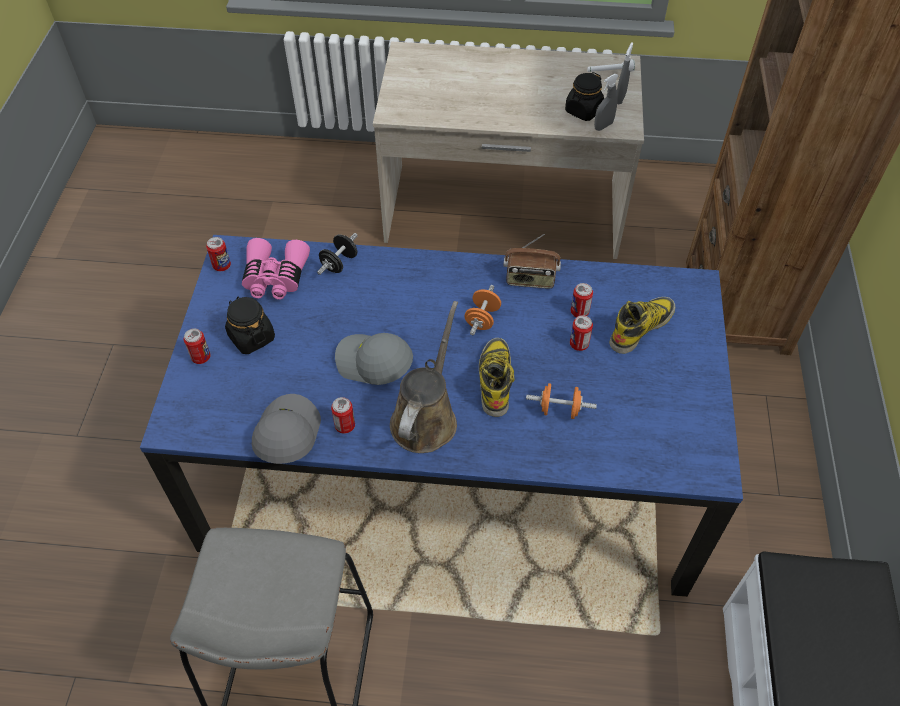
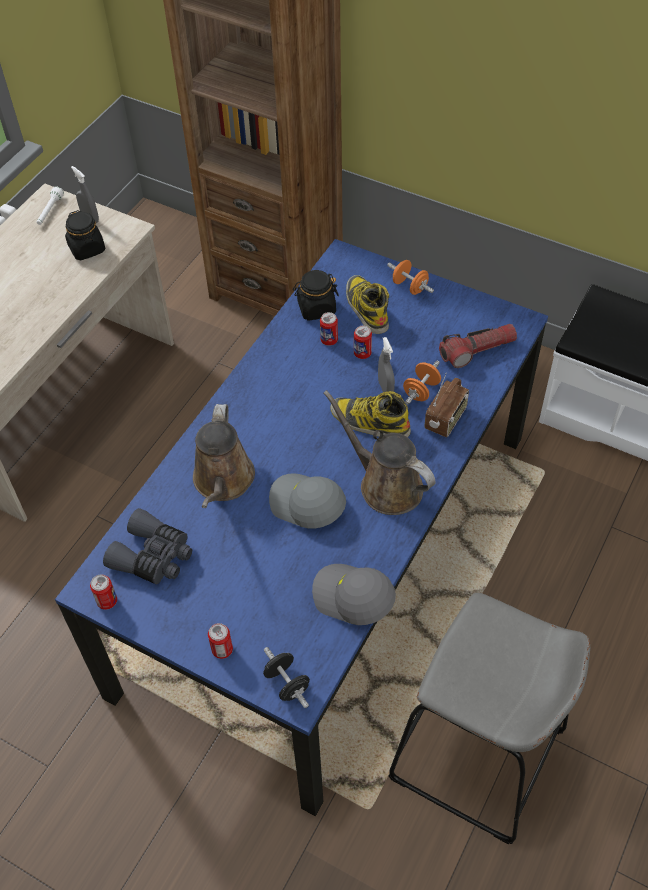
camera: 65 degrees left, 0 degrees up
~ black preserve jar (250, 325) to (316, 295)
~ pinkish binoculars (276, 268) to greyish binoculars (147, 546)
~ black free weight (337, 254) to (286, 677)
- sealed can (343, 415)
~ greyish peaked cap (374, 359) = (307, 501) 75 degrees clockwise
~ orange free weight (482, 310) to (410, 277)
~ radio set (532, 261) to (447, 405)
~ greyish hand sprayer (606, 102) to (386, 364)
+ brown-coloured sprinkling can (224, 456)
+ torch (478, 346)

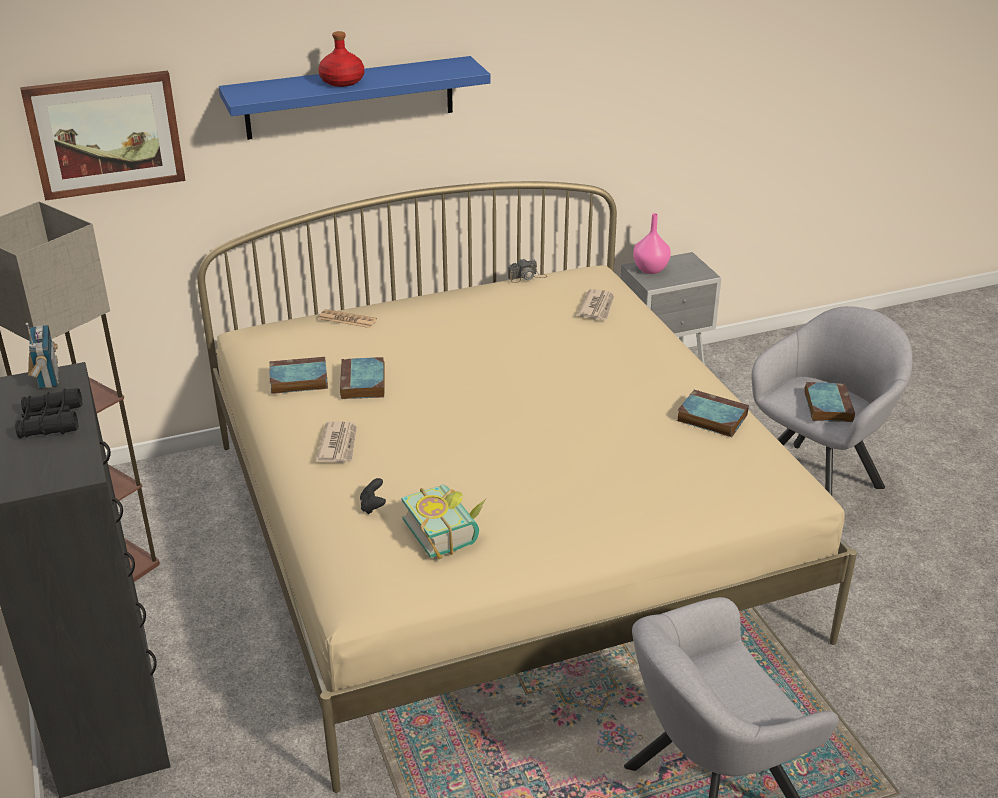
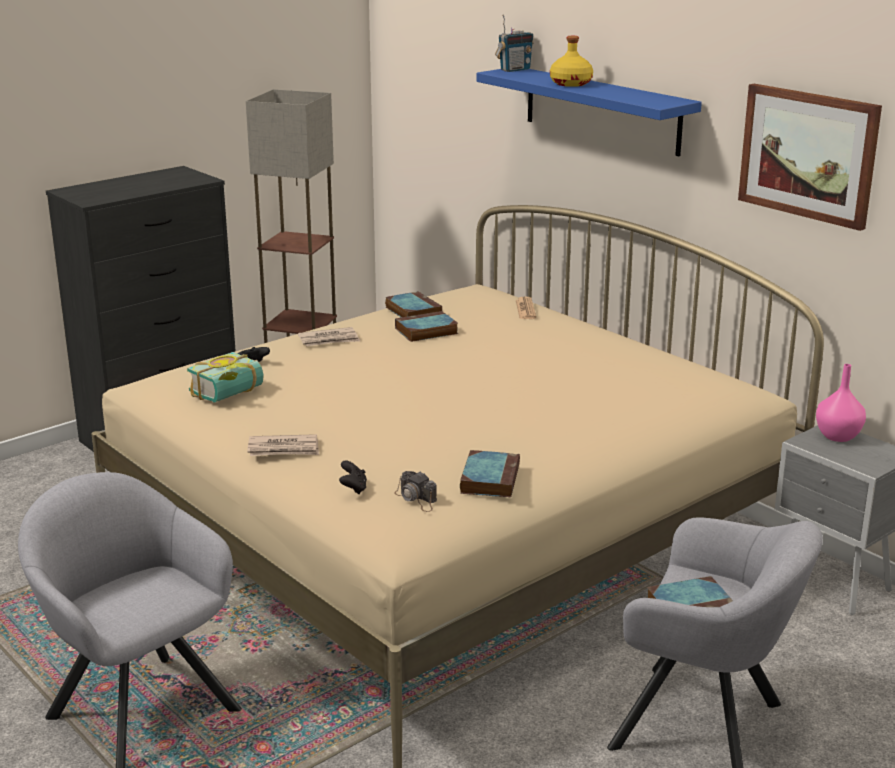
camera: 70 degrees right, 10 degrees down
- black binoculars (48, 413)
~ wall art (103, 136) to (810, 157)
~ radio set (42, 356) to (514, 43)
~ reddish bottle (341, 59) to yellowish bottle (571, 61)
~ still camera (527, 271) to (415, 491)
~ printed paper (596, 304) to (283, 445)
+ black gamepad (353, 477)

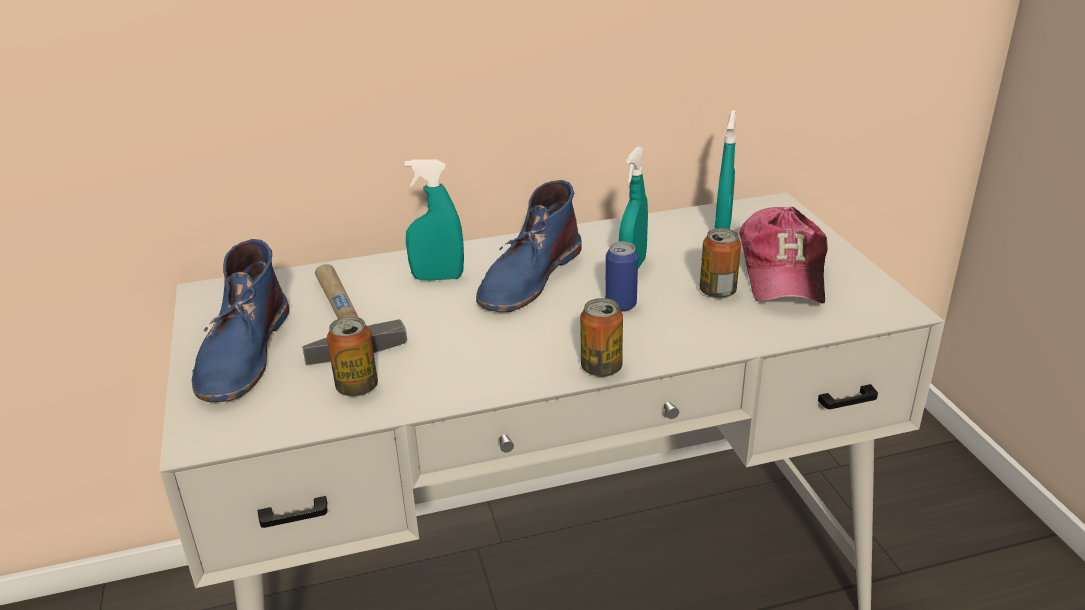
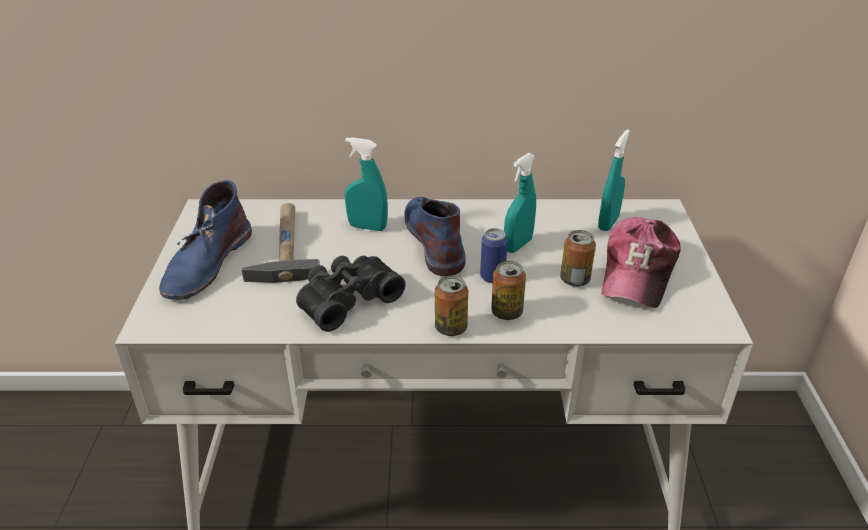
camera: 15 degrees right, 5 degrees up
~ sealed can (352, 356) to (508, 290)
~ bluish tall boot (529, 246) = (435, 236) 120 degrees clockwise
+ black binoculars (351, 294)

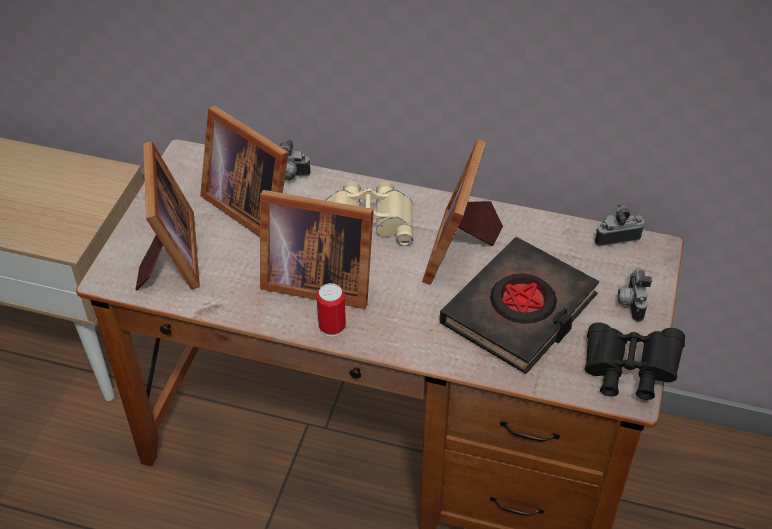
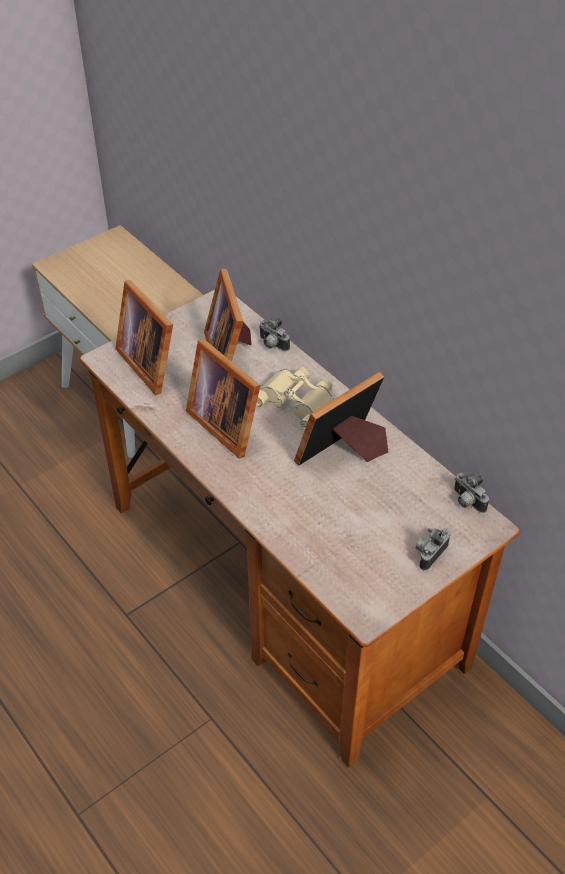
camera: 35 degrees right, 0 degrees up
~ picture frame (167, 215) = (144, 337) 120 degrees clockwise
- sealed can (331, 310)
- black bound book (519, 305)
- black binoculars (635, 361)
~ still camera (619, 225) = (471, 493) 150 degrees counterclockwise

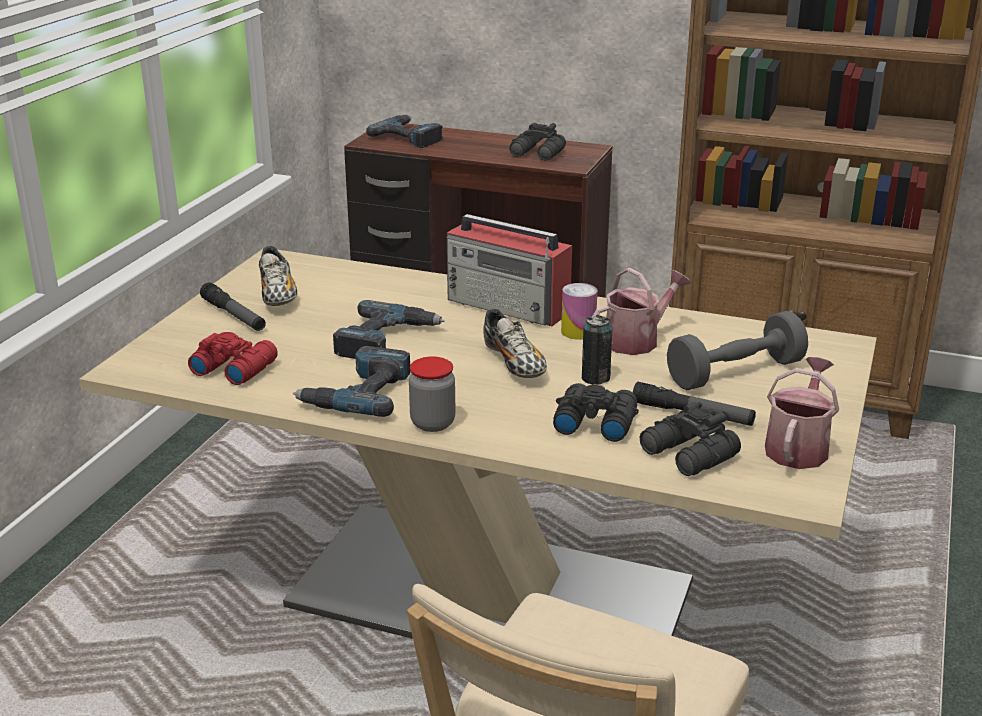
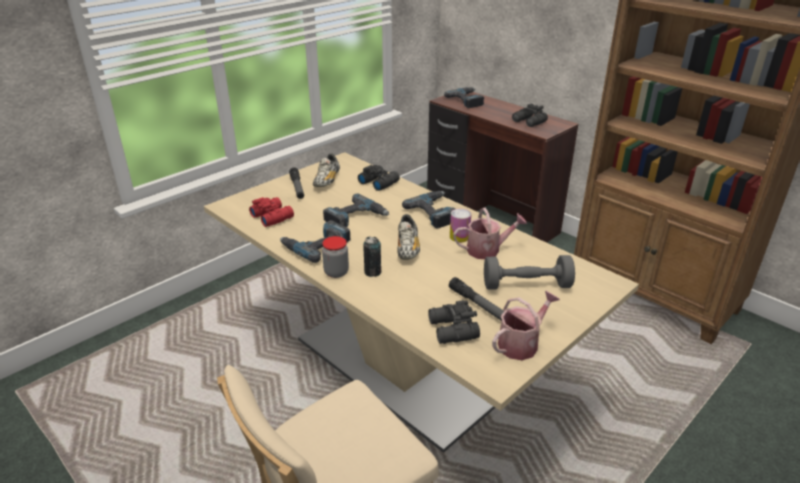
camera: 25 degrees right, 5 degrees up
~ radio set (509, 270) to electric drill (428, 209)
~ black binoculars (596, 412) to (379, 178)
~ sealed can (597, 350) to (372, 257)

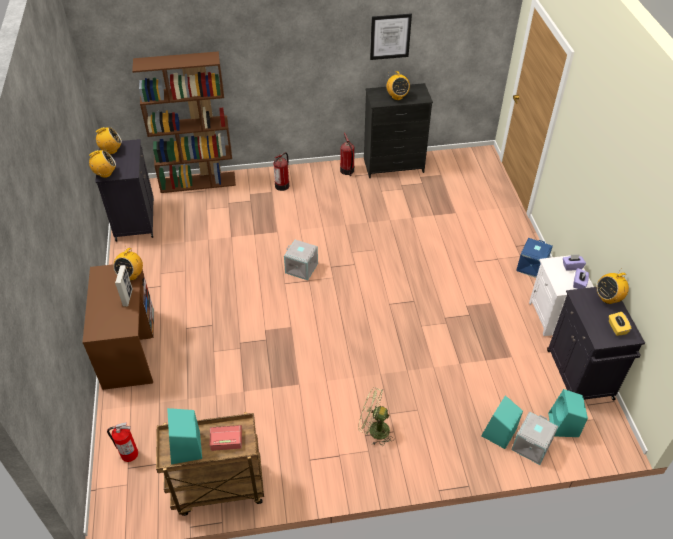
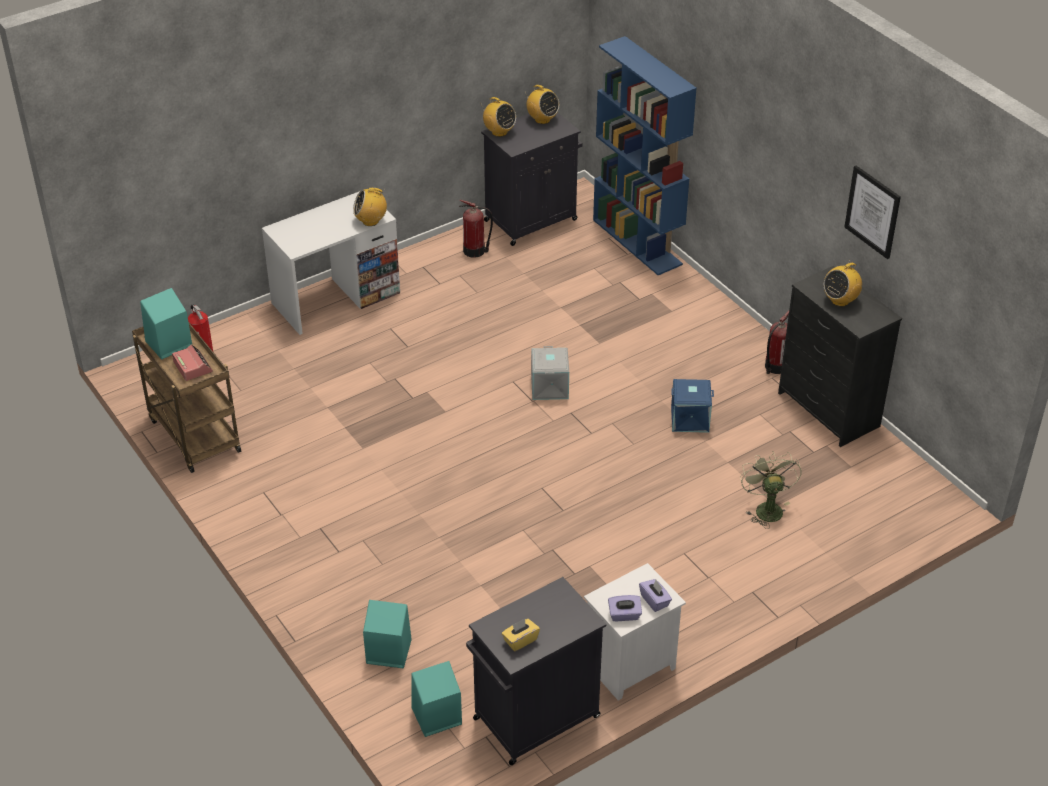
camera: 65 degrees right, 5 degrees down
~ brown-coloured desk table (118, 327) to white-coloured desk table (331, 263)
- picture frame (124, 286)
~ brown-coloured shelving unit (184, 122) to bluish shelving unit (645, 155)
~ extinguisher (281, 171) to (476, 229)
~ greenish fan (376, 416) to (771, 490)
- greyish storage bin (534, 438)
~ bluish storage bin (534, 258) to (692, 406)
- radio set (613, 288)

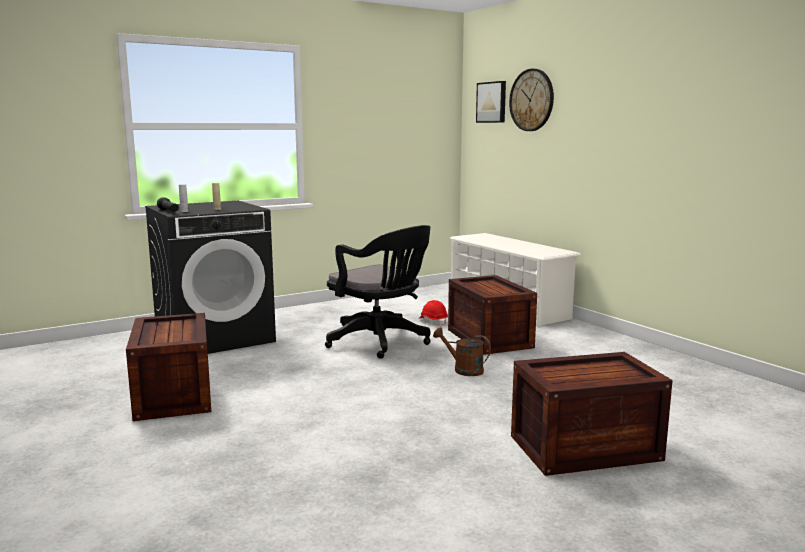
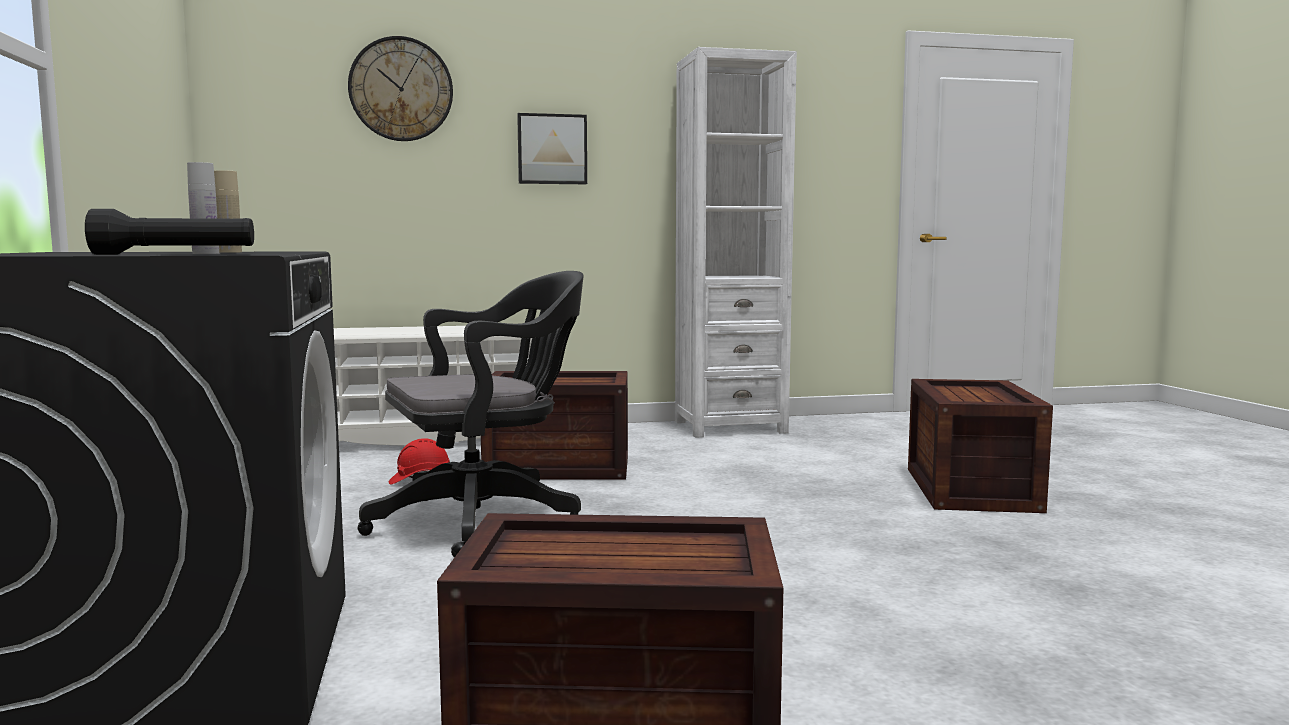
camera: 70 degrees left, 5 degrees down
- brown-coloured sprinkling can (462, 352)
~ wall art (491, 102) to (552, 148)
+ white-coloured shelving unit (736, 242)

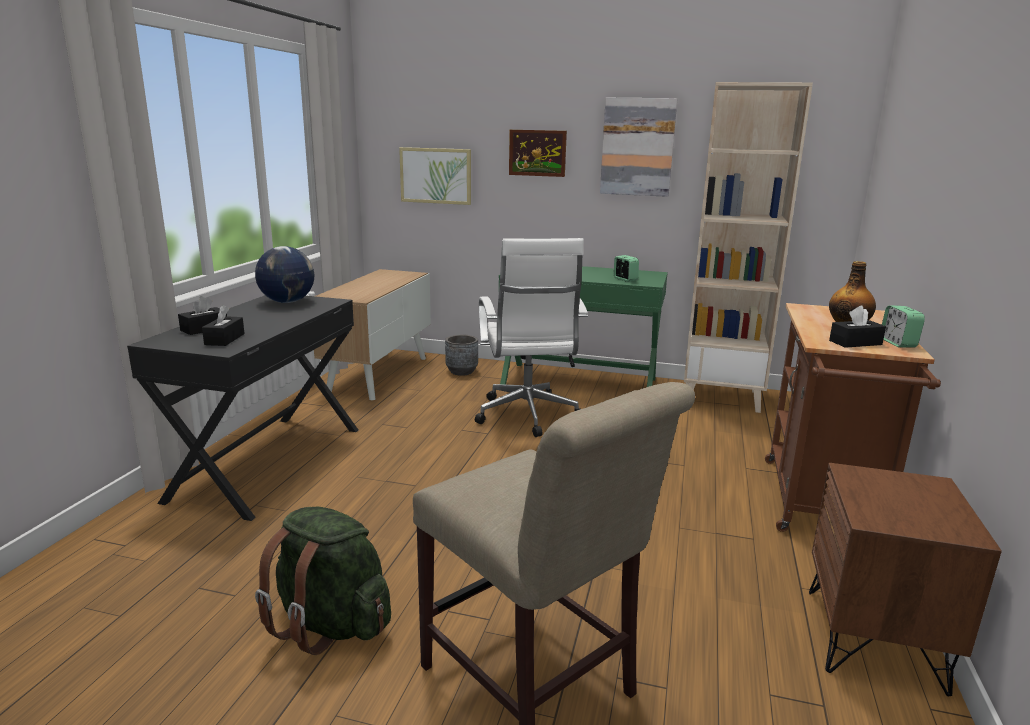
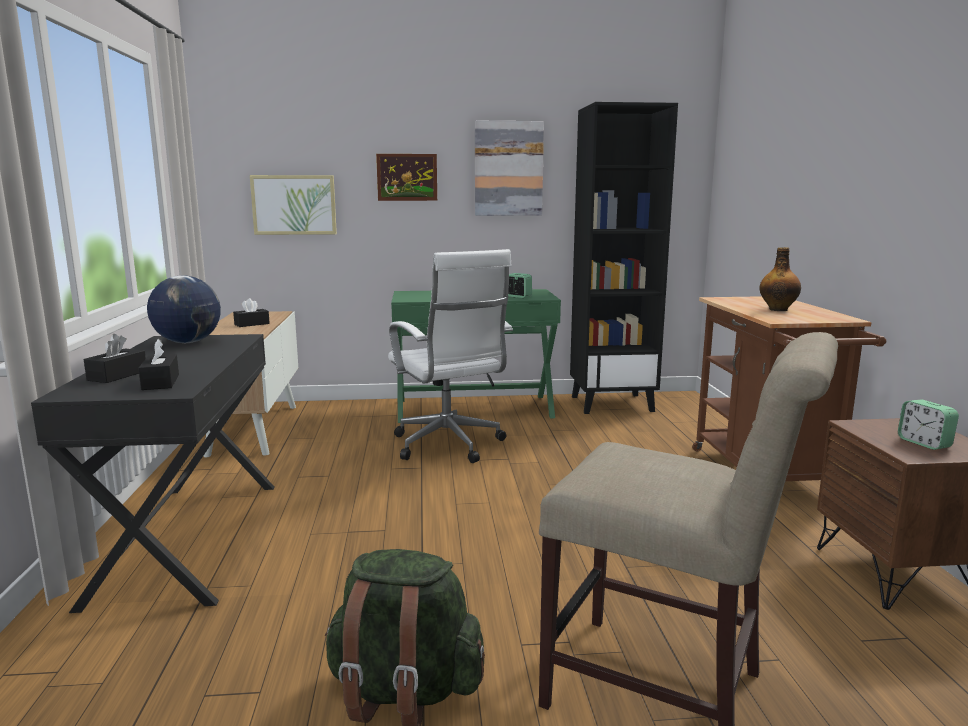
camera: 20 degrees left, 5 degrees down
- greyish plant pot (461, 355)
~ beige-coloured shelving unit (748, 247) to black shelving unit (624, 258)
~ black tissue box (857, 326) to (251, 312)
~ table clock (903, 326) to (928, 424)

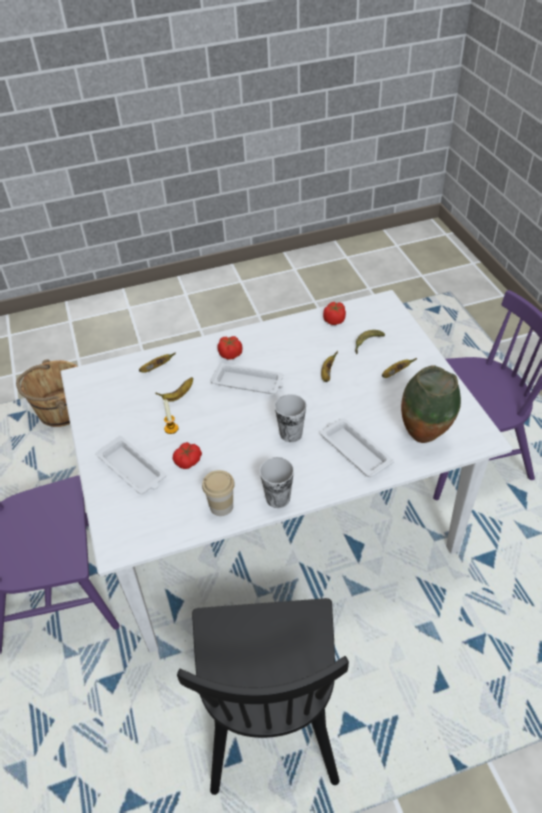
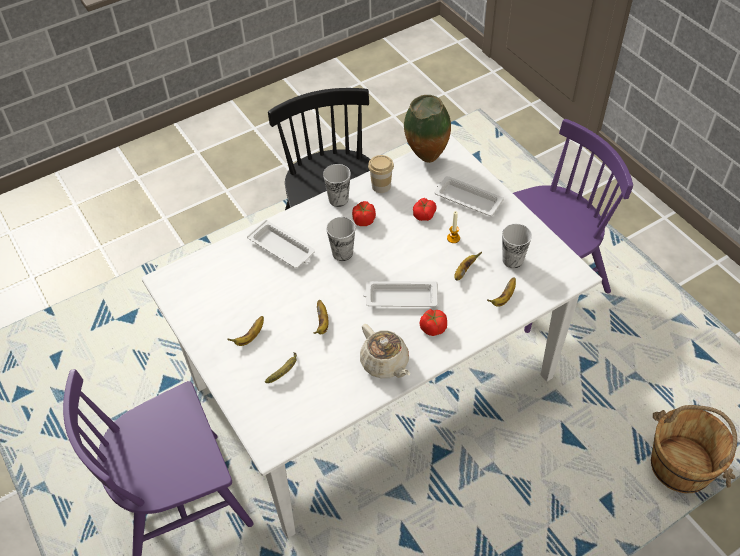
camera: 165 degrees right, 5 degrees up
~ tomato (334, 313) to (364, 213)
~ flower vase (431, 404) to (427, 129)
+ beige-coloured tea pot (385, 351)
+ cup (517, 246)

